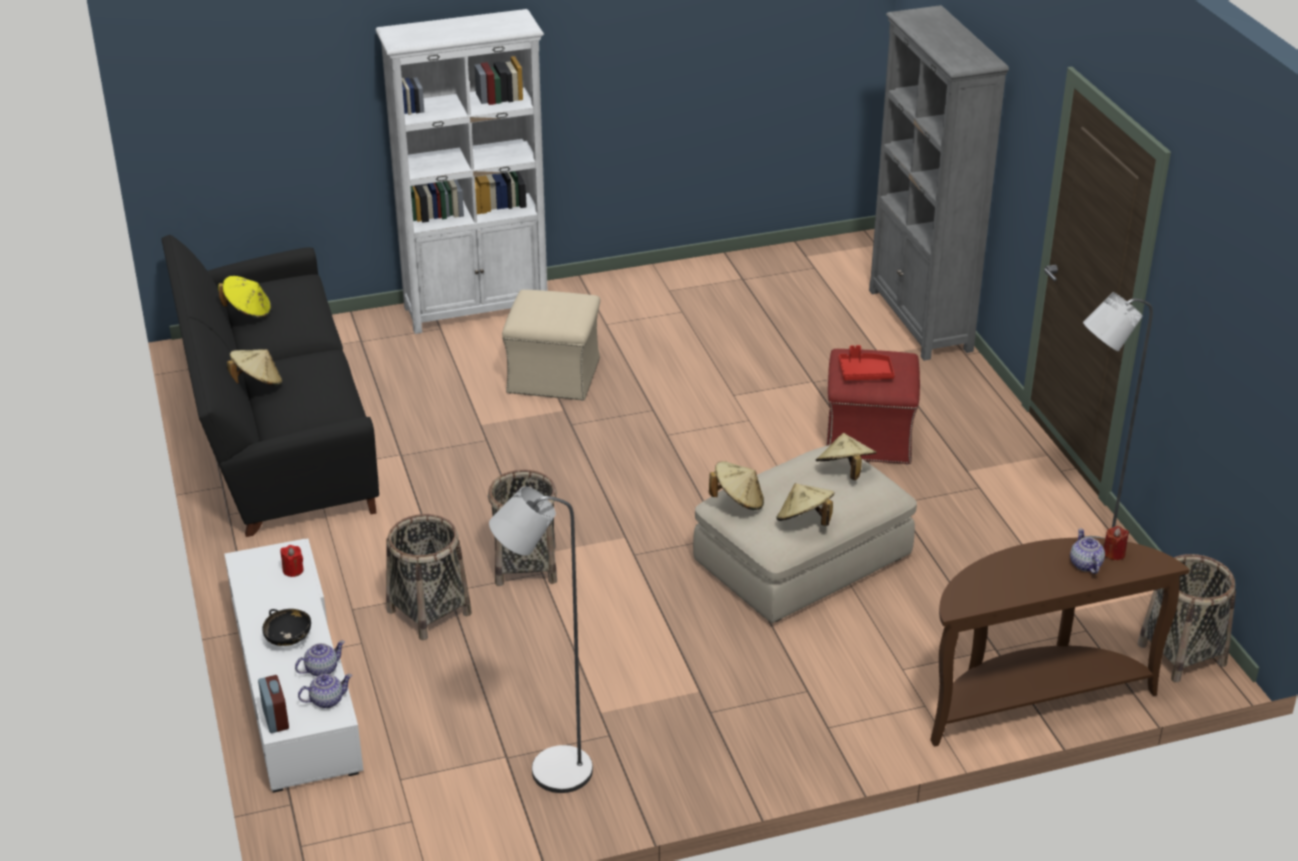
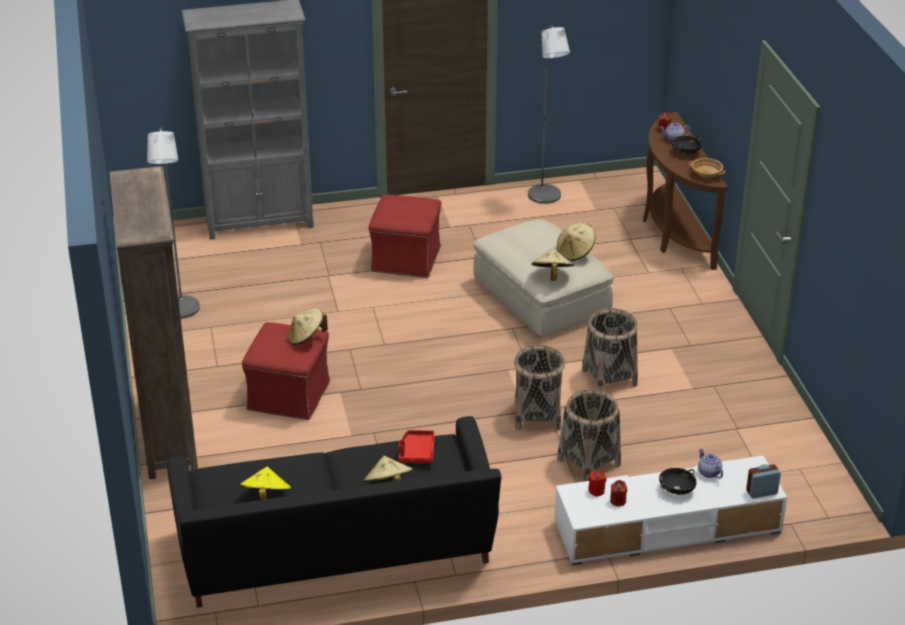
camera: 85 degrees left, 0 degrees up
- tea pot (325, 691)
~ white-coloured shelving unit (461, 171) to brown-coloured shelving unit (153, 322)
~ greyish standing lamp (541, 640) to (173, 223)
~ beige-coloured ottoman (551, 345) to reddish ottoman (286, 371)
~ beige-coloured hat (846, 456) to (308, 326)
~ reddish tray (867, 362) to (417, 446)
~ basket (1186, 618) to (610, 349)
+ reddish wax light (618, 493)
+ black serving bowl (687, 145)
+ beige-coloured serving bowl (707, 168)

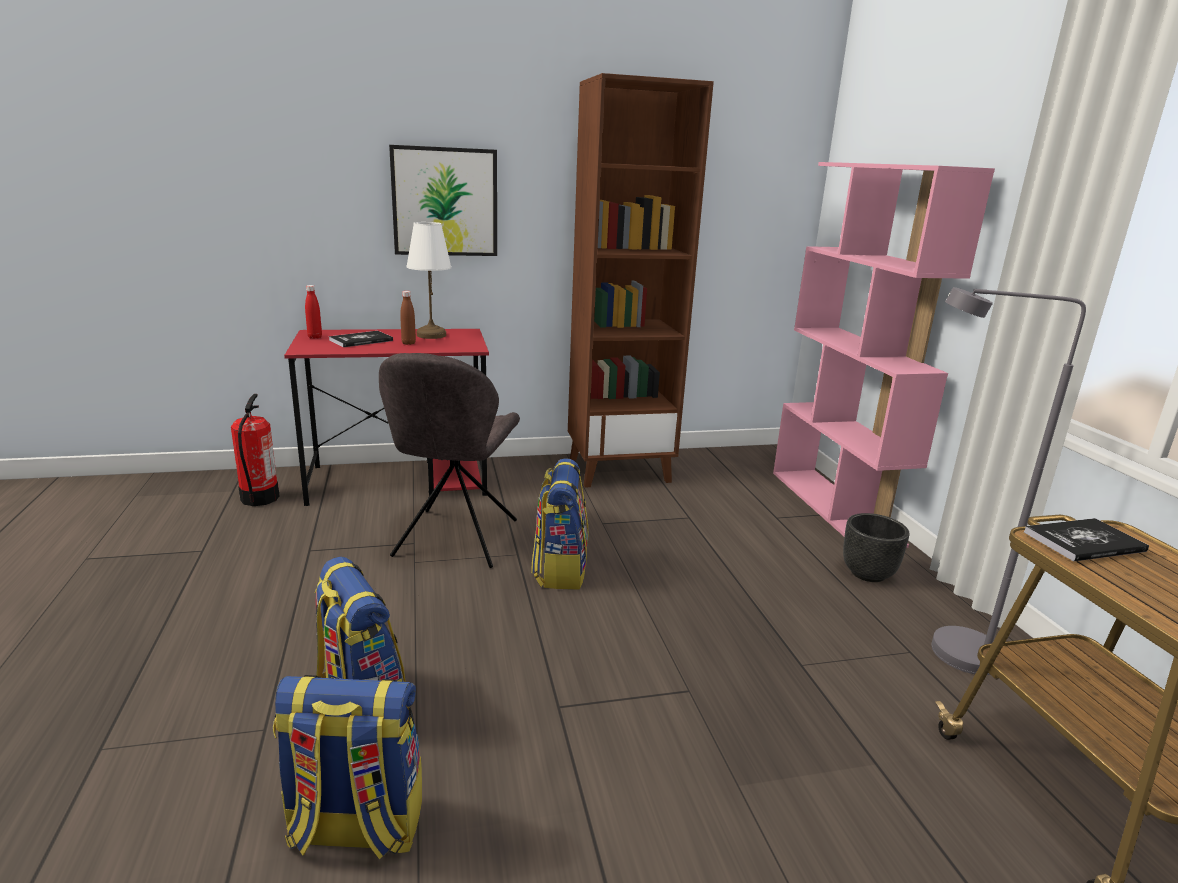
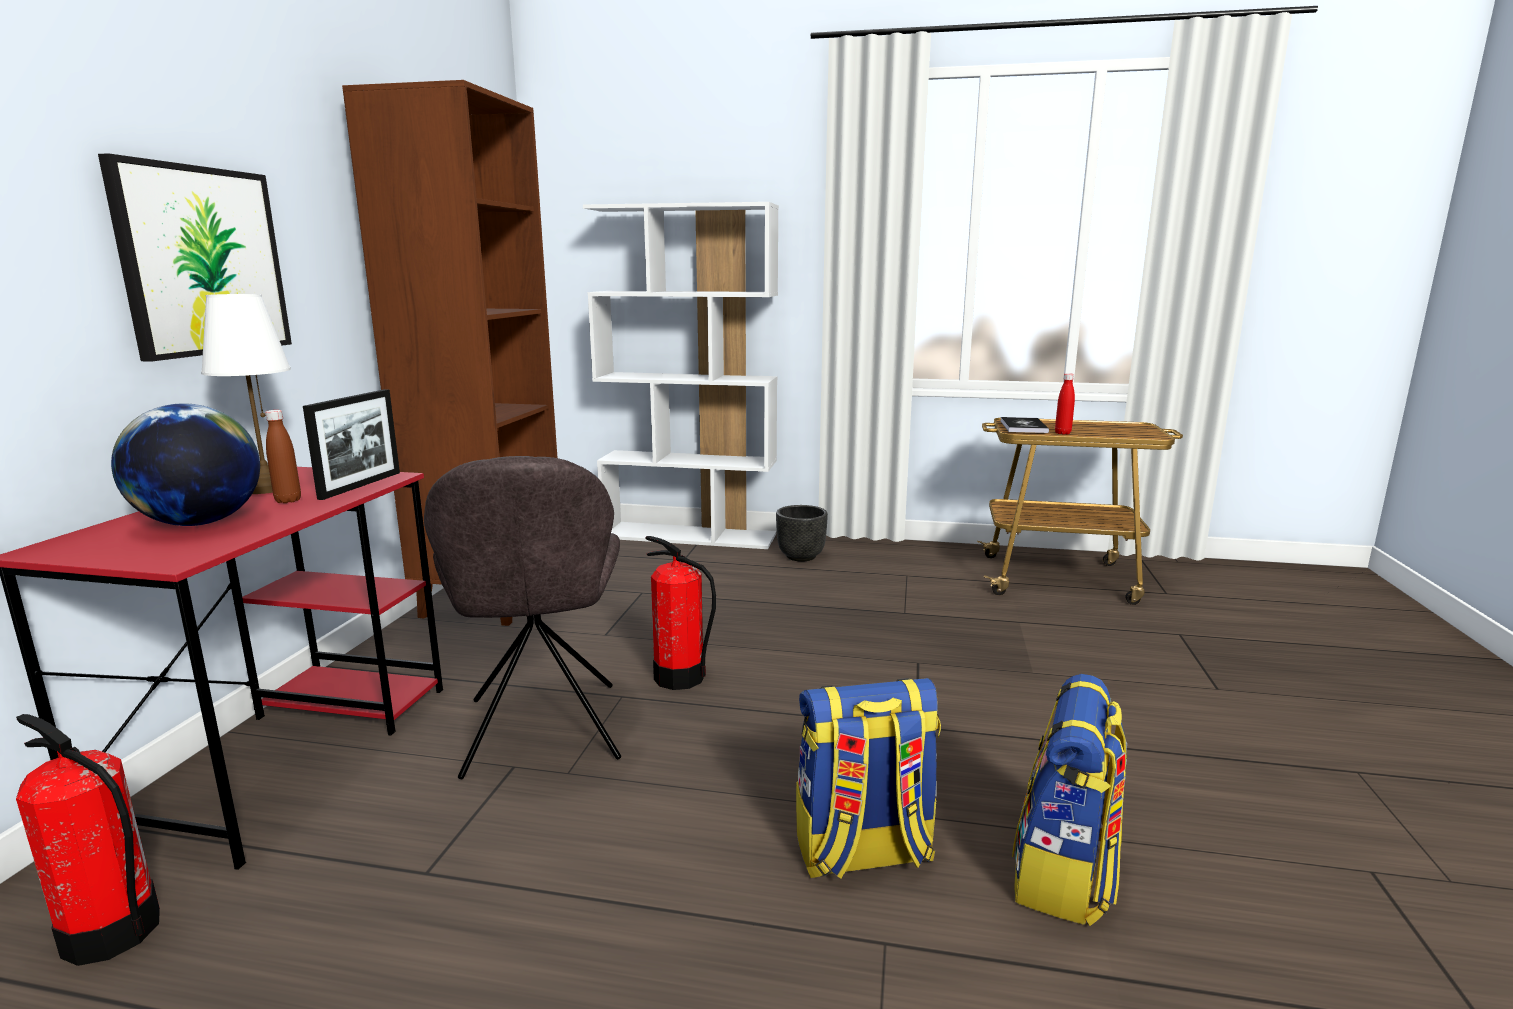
camera: 65 degrees left, 5 degrees down
~ reddish bottle (313, 312) to (1065, 404)
~ bound book (361, 339) to world globe (185, 464)
~ greyish chair (449, 460) = (522, 617) 45 degrees clockwise
~ backpack (559, 523) to extinguisher (680, 613)
~ pinkish shelving unit (884, 355) to white-coloured shelving unit (681, 375)
- greyish standing lamp (1008, 481)
+ picture frame (351, 444)

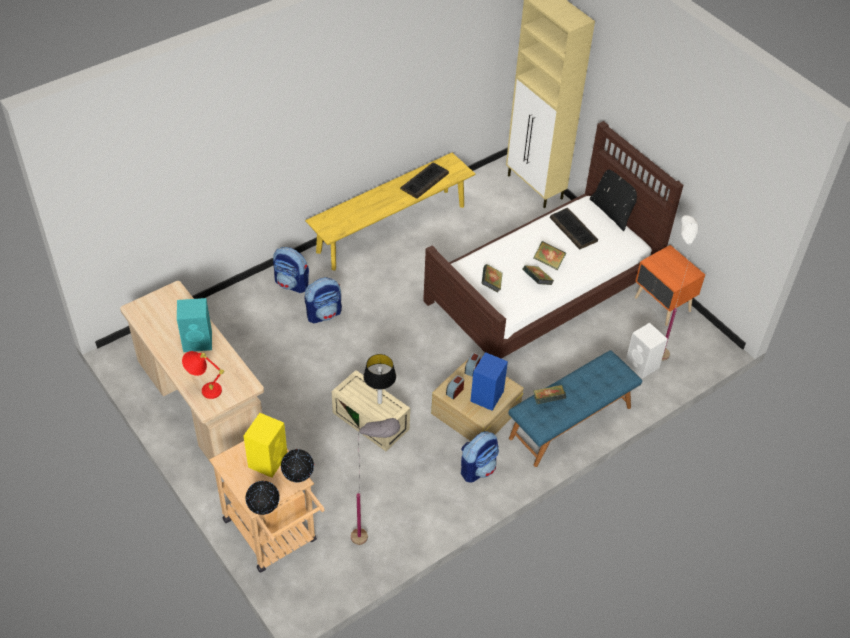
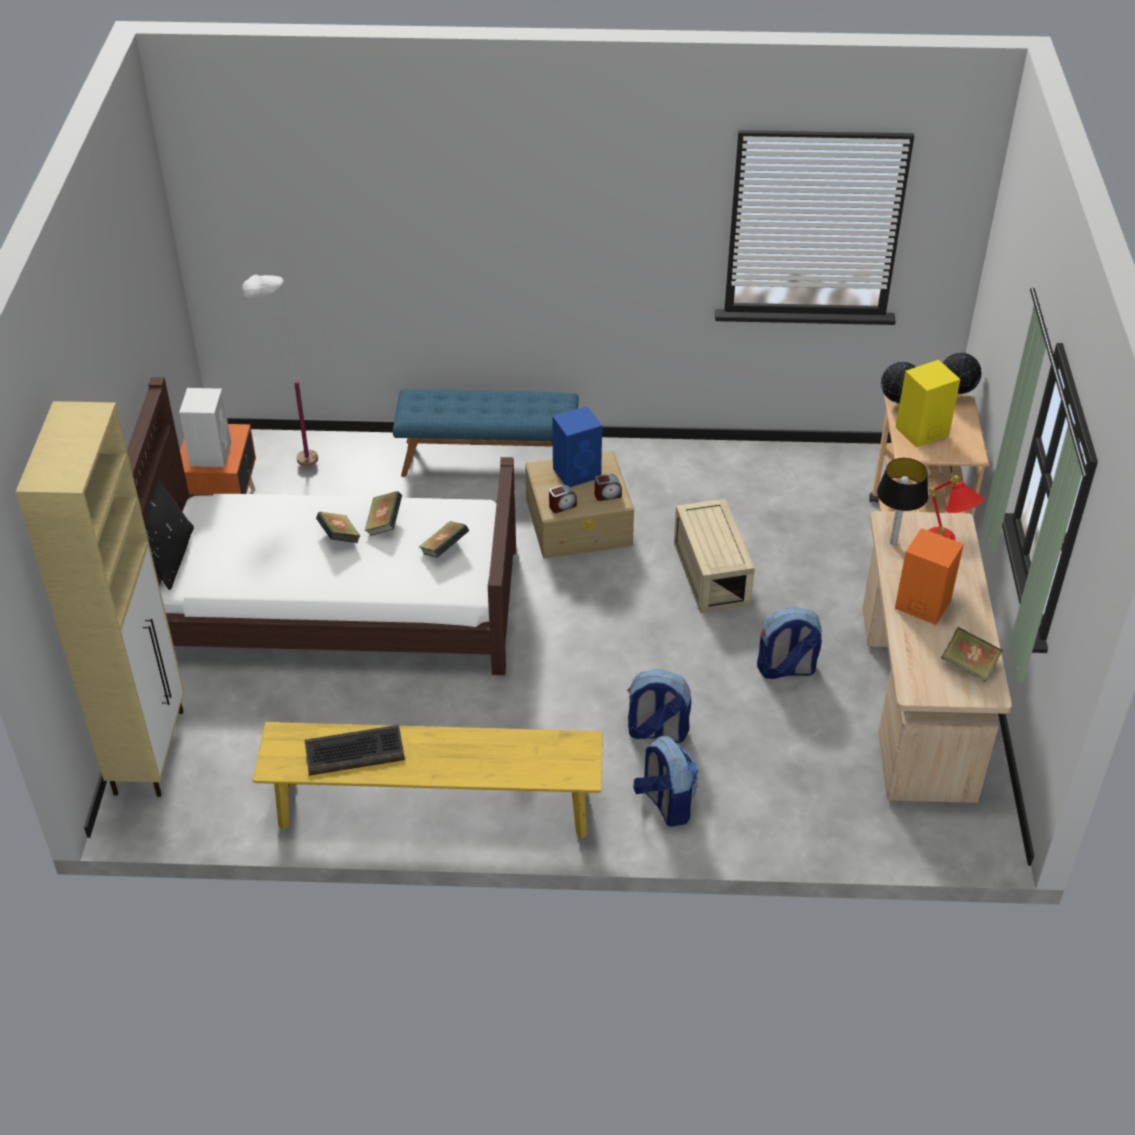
camera: 140 degrees left, 5 degrees down
~ turquoise-coloured loudspeaker (194, 325) to orange loudspeaker (929, 576)
- greyish standing lamp (375, 481)
~ lamp for a table (379, 379) to (902, 501)
~ backpack (480, 457) to (789, 643)
~ bound book (549, 394) to (972, 654)
- computer keyboard (574, 228)
~ white-coloured loudspeaker (646, 350) to (205, 427)

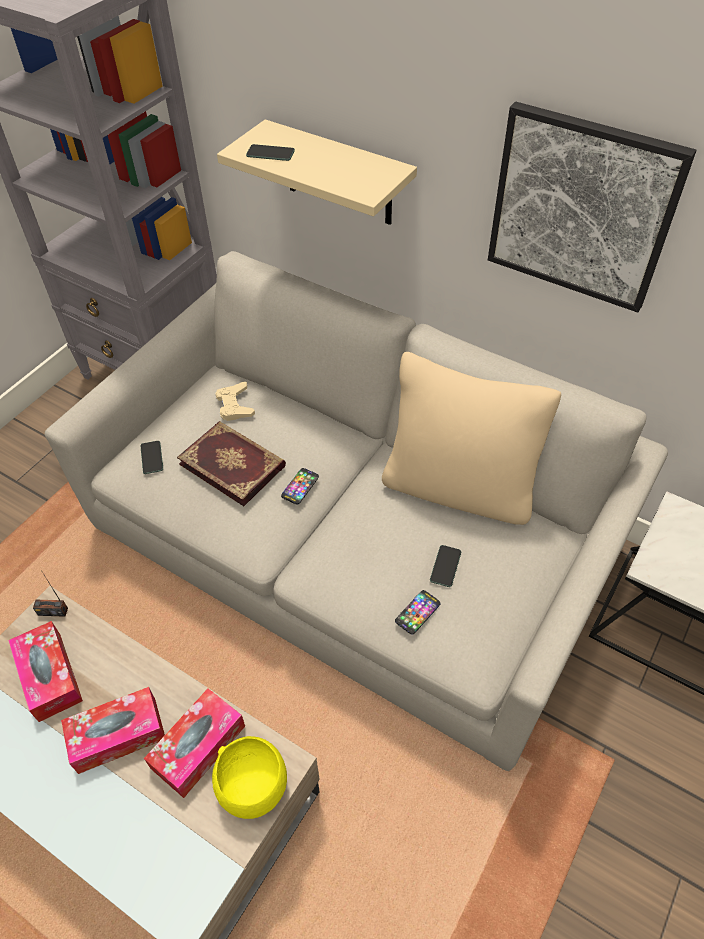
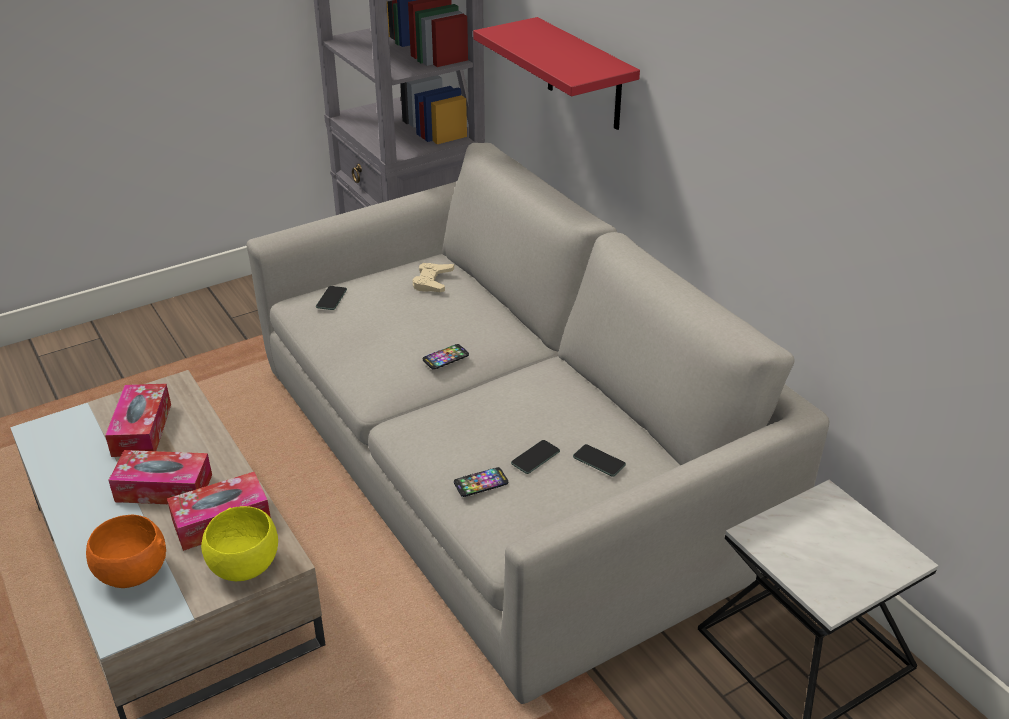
camera: 25 degrees right, 15 degrees down
- radio set (50, 593)
- bound book (231, 463)
~ beige-coloured wall shelf (317, 172) to reddish wall shelf (556, 73)
~ telephone (270, 152) to (599, 460)
- beige-coloured pillow (471, 438)
- wall art (592, 207)
+ orange serving bowl (126, 551)

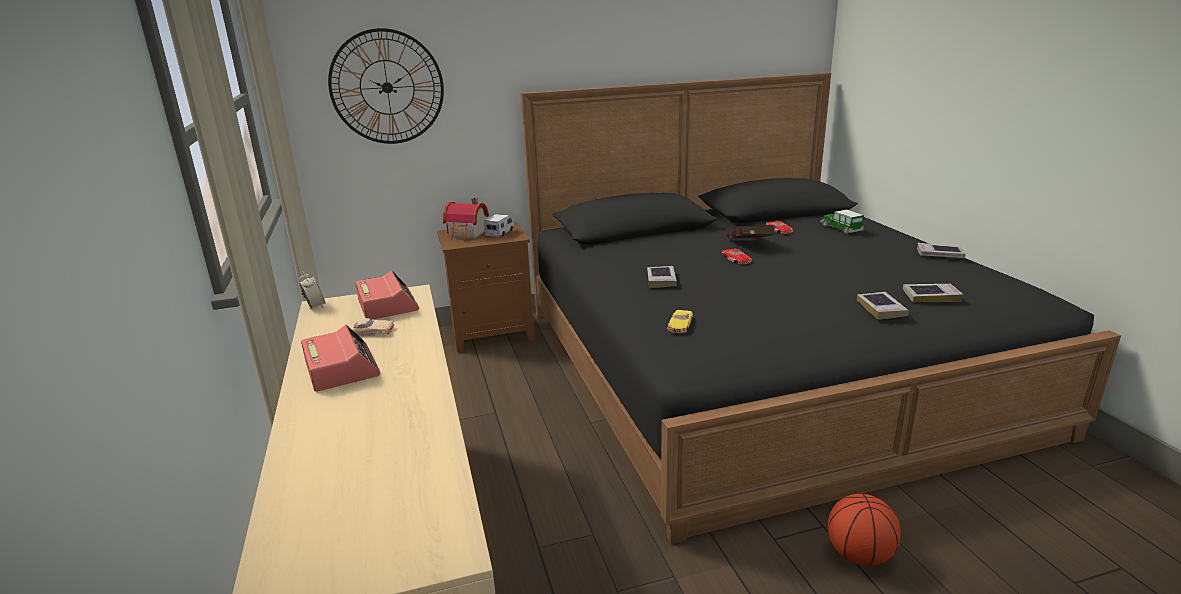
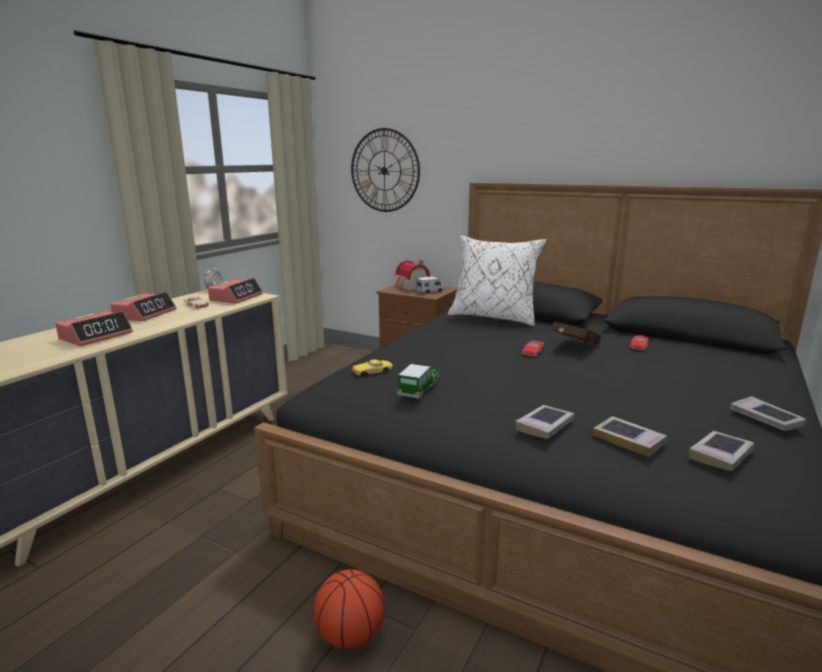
camera: 45 degrees right, 5 degrees down
~ bound book (662, 277) to (721, 451)
~ model car (842, 222) to (418, 381)
+ table clock (94, 328)
+ white-coloured pillow (497, 280)

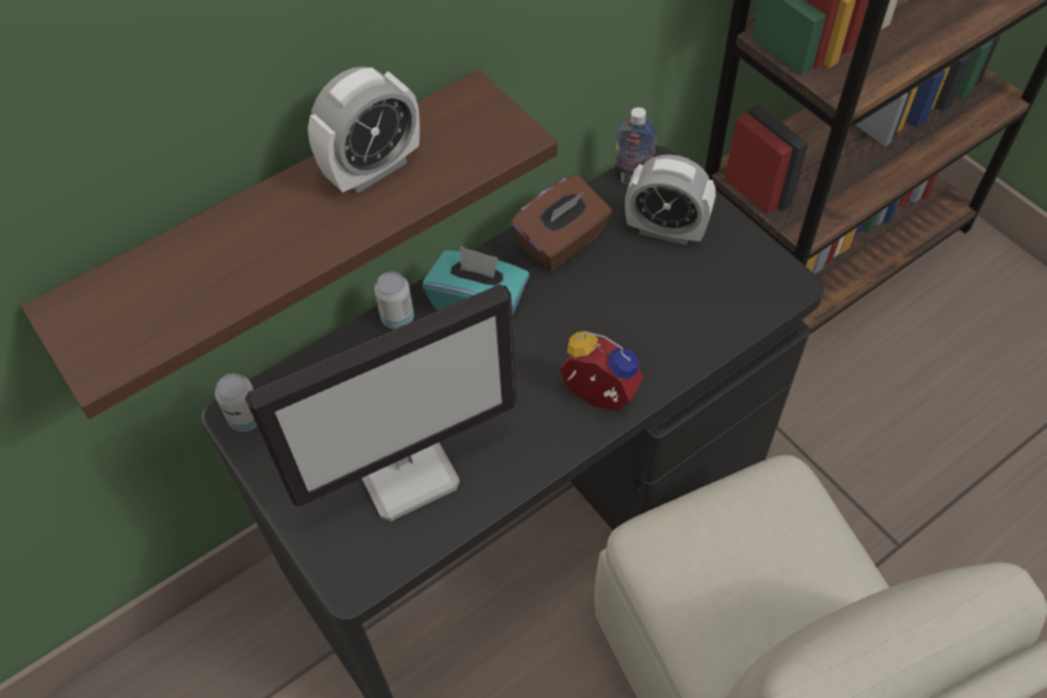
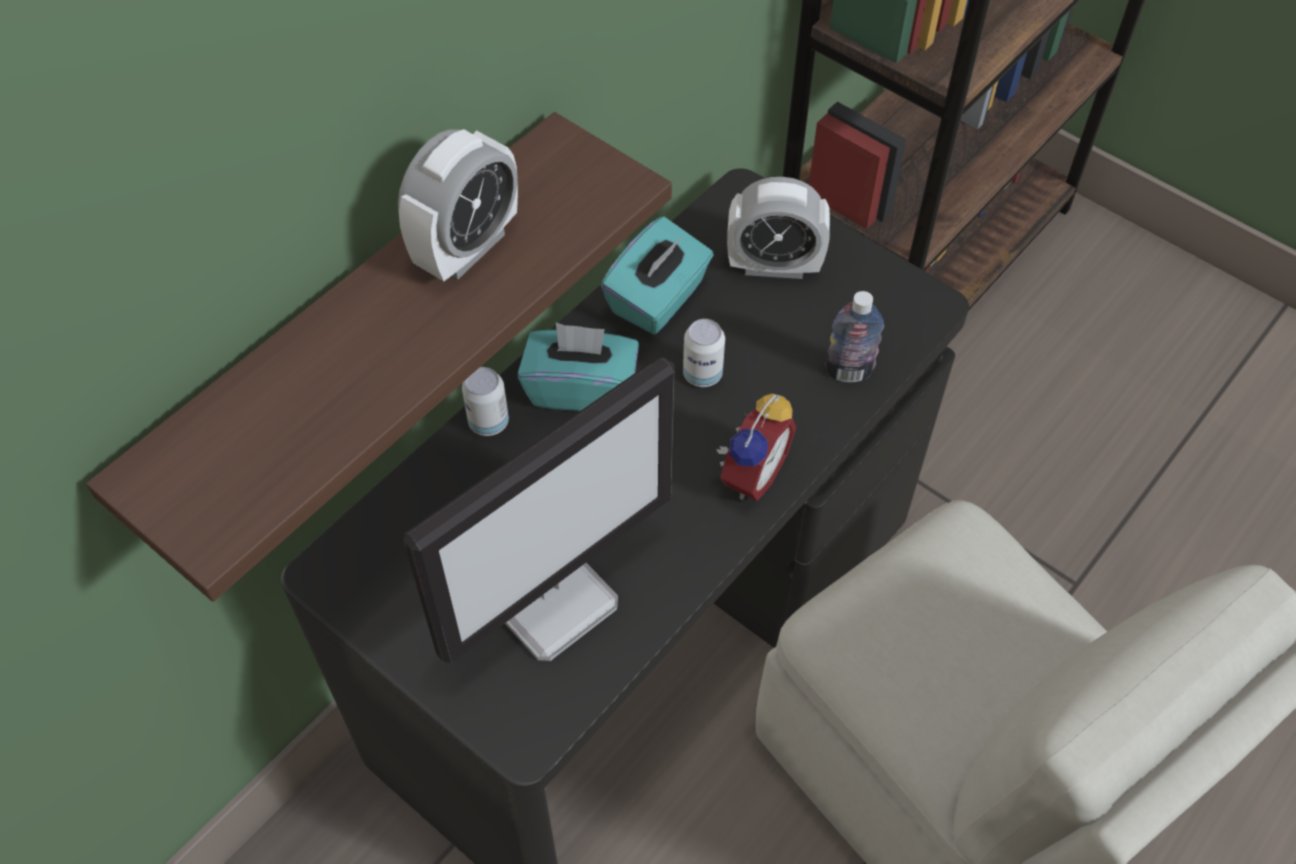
camera: 15 degrees left, 0 degrees up
~ sealed can (236, 402) to (704, 353)
~ brown-coloured tissue box (561, 222) to turquoise-coloured tissue box (657, 276)
~ table clock (601, 371) = (756, 447) 105 degrees clockwise
~ bottle (635, 146) to (855, 336)

